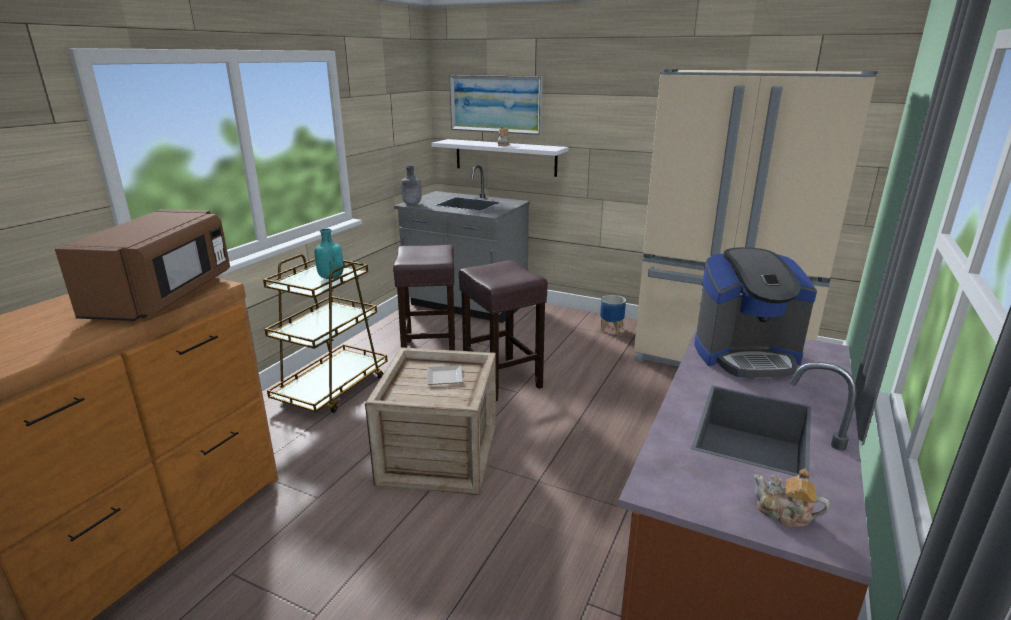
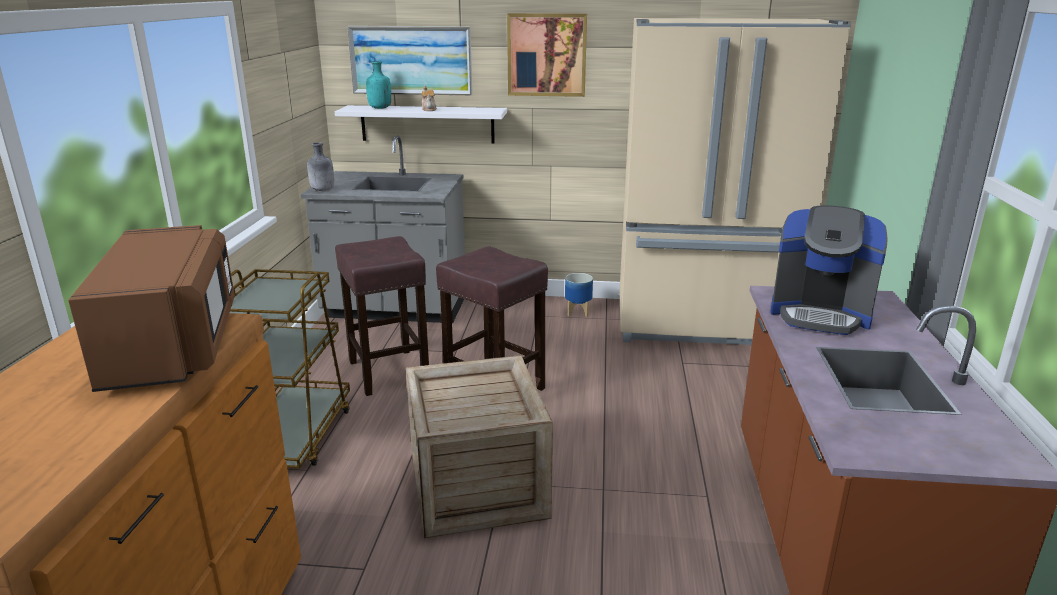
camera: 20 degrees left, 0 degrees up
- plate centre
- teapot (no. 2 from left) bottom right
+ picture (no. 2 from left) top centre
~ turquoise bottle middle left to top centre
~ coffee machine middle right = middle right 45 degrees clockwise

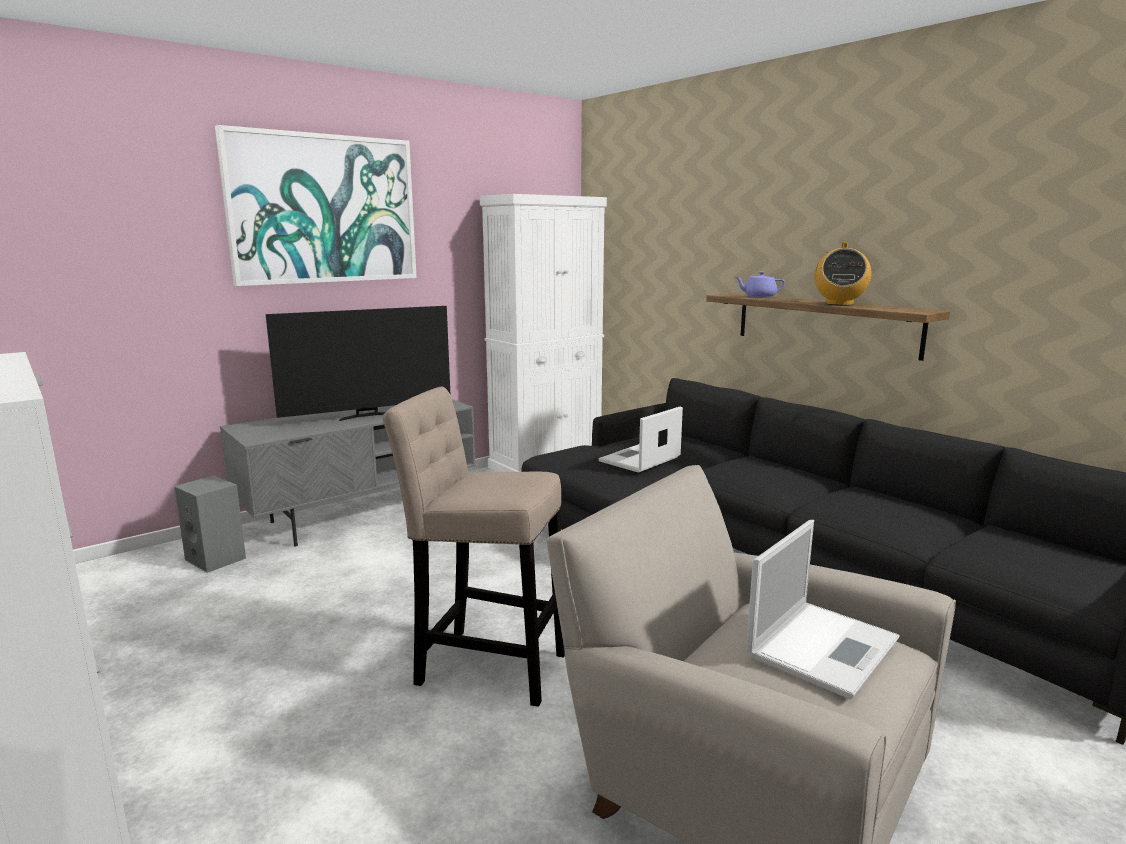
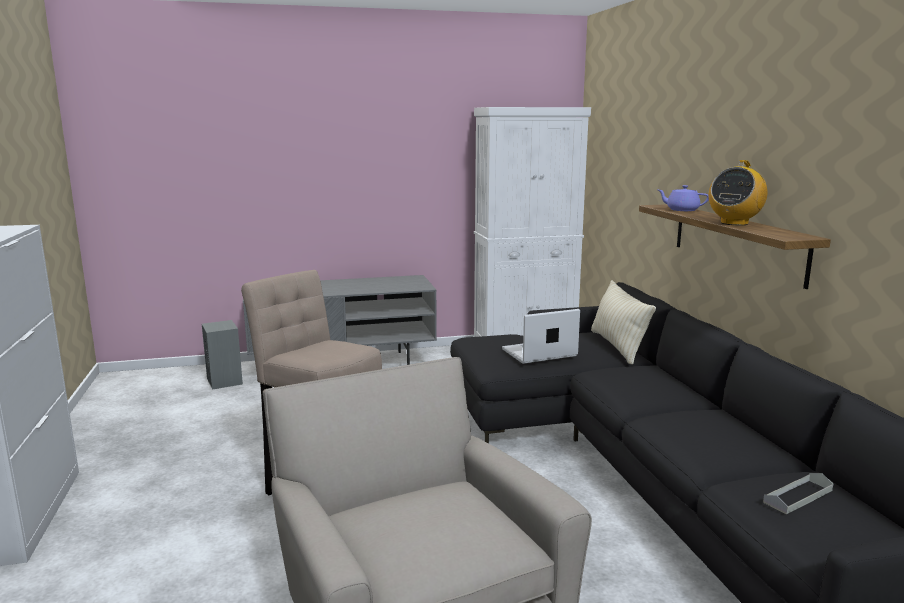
camera: 25 degrees right, 0 degrees up
- picture top left
- television middle left
- laptop (no. 2 from left) bottom right
+ beige pillow middle right
+ grey tray bottom right

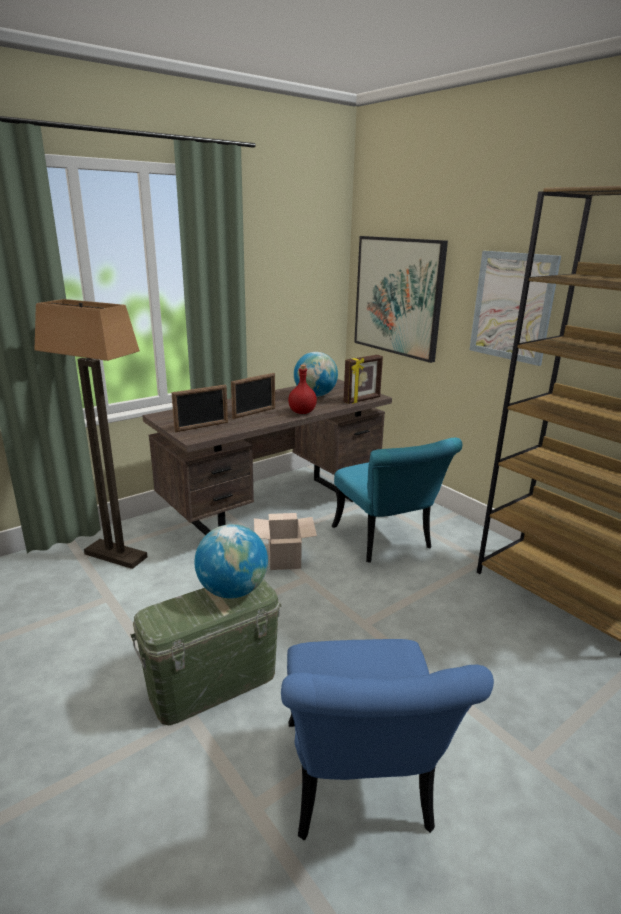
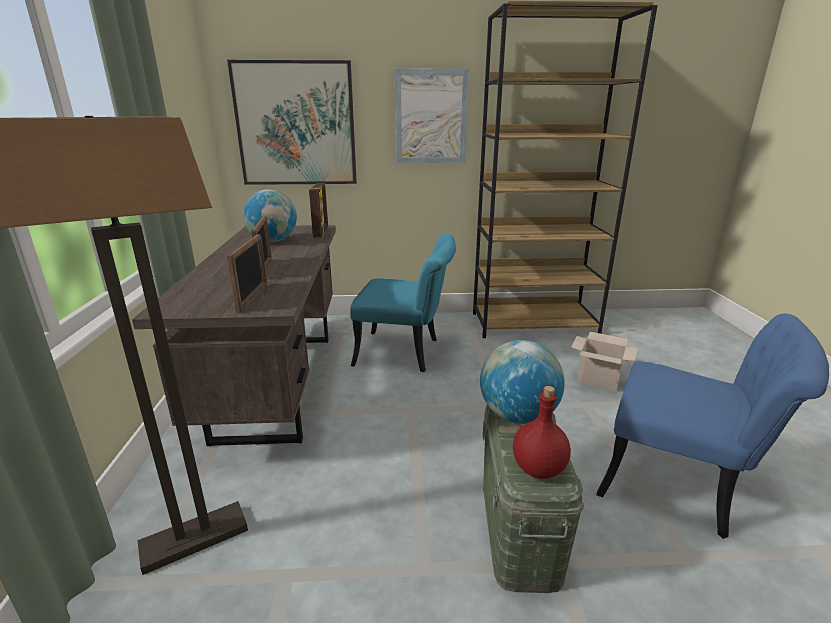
camera: 55 degrees left, 0 degrees up
~ cardboard box centre to middle right
~ red bottle centre to bottom centre

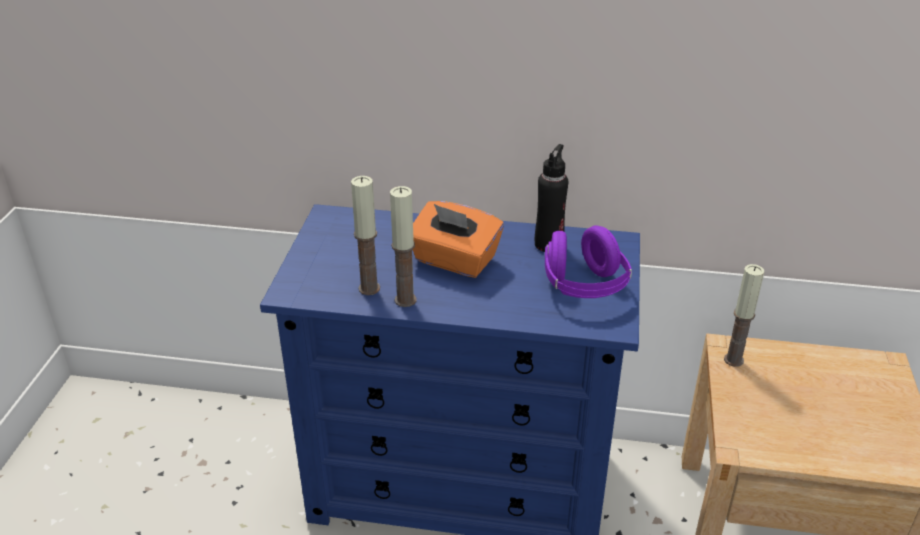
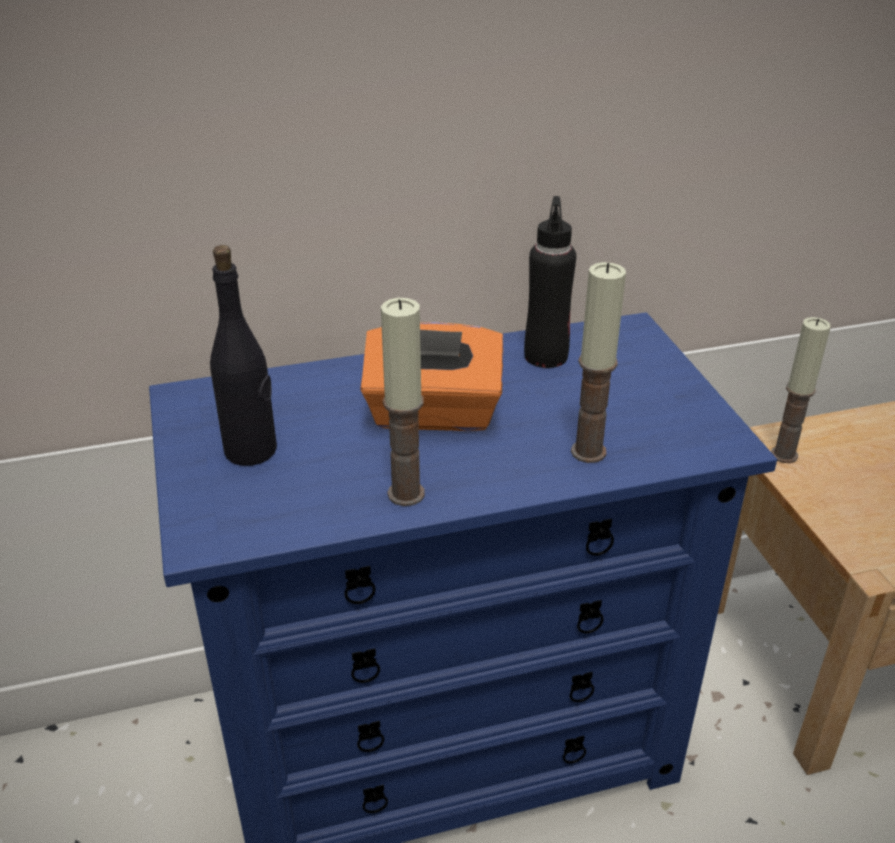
camera: 25 degrees left, 0 degrees up
- purple headphones centre
+ black bottle (no. 1 from left) middle left
~ candle (no. 1 from left in the first image) centre to candle (no. 2 from left) middle right

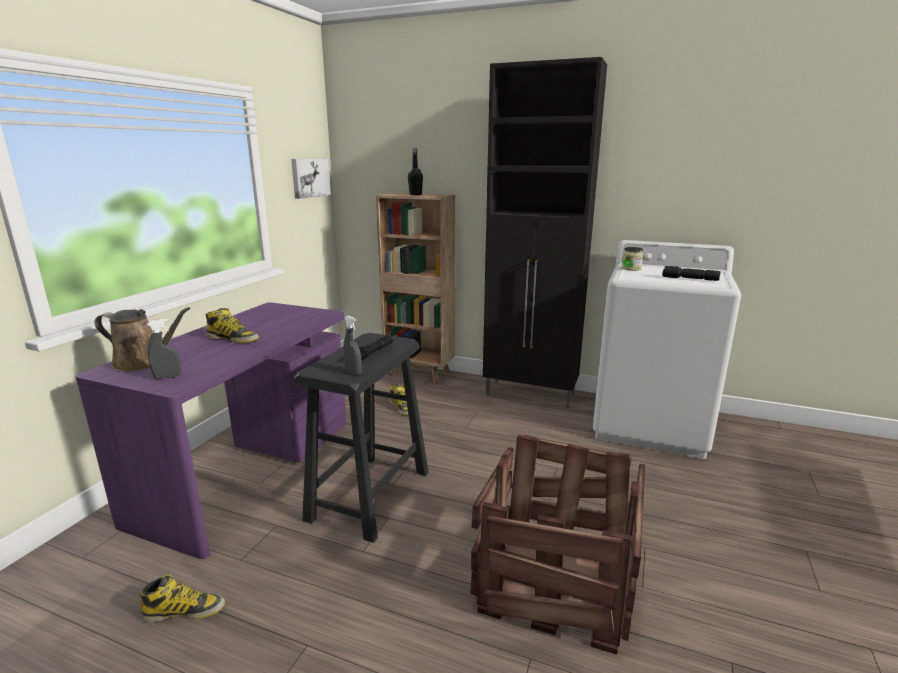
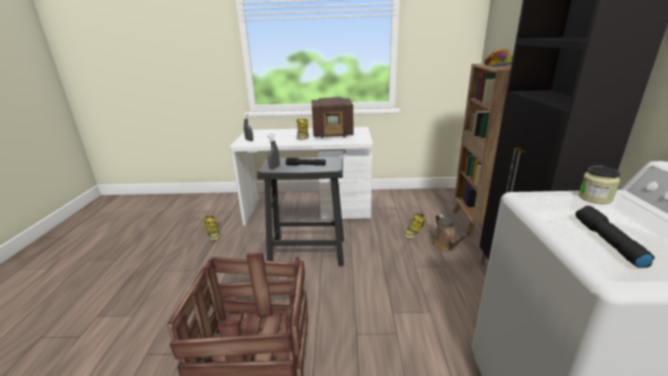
camera: 70 degrees right, 5 degrees up
- picture top centre
+ radio top centre
~ brown watering can middle left to middle right
~ black bottle top centre to cap top right
~ purple desk middle left to white desk centre

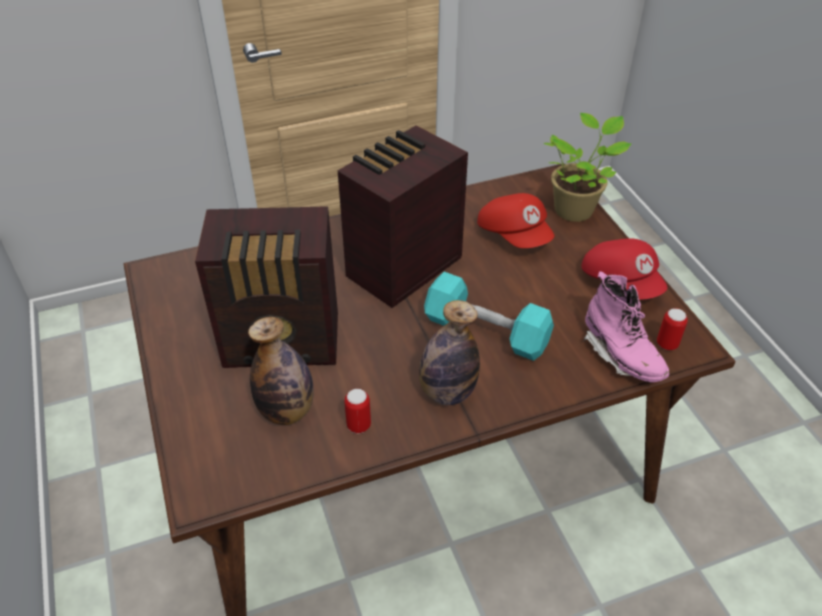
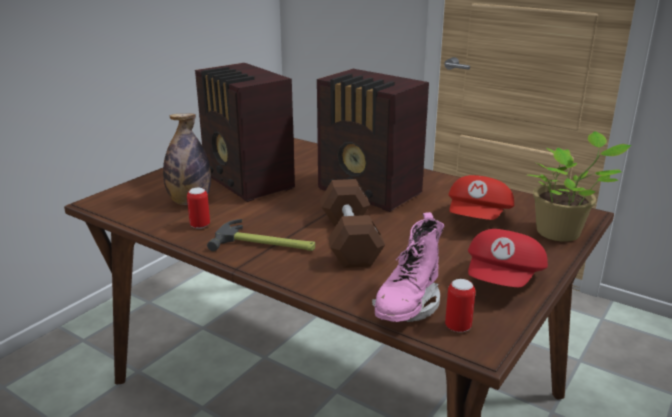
camera: 55 degrees right, 20 degrees down
~ bottle (no. 2 from left) centre to hammer centre
~ turquoise dumbbell centre to brown dumbbell centre
~ radio (no. 2 from left) centre = centre 150 degrees counterclockwise

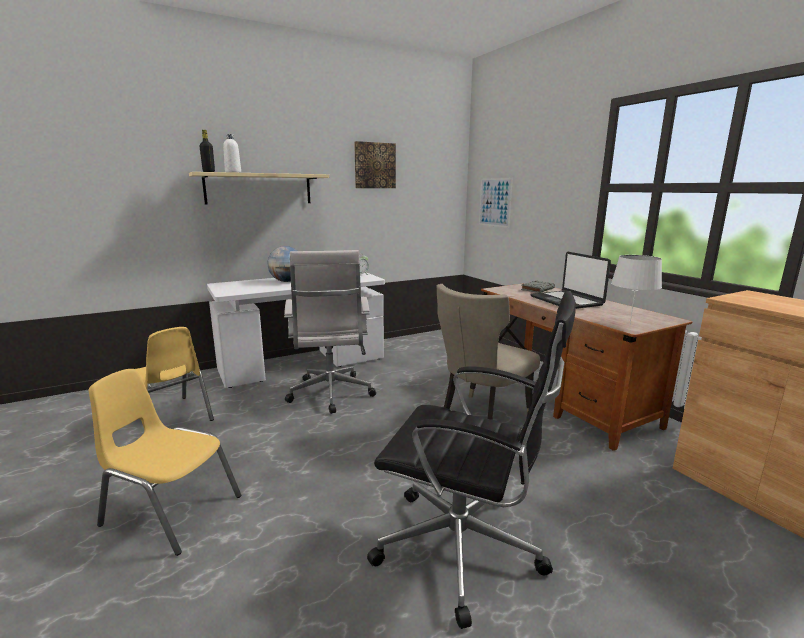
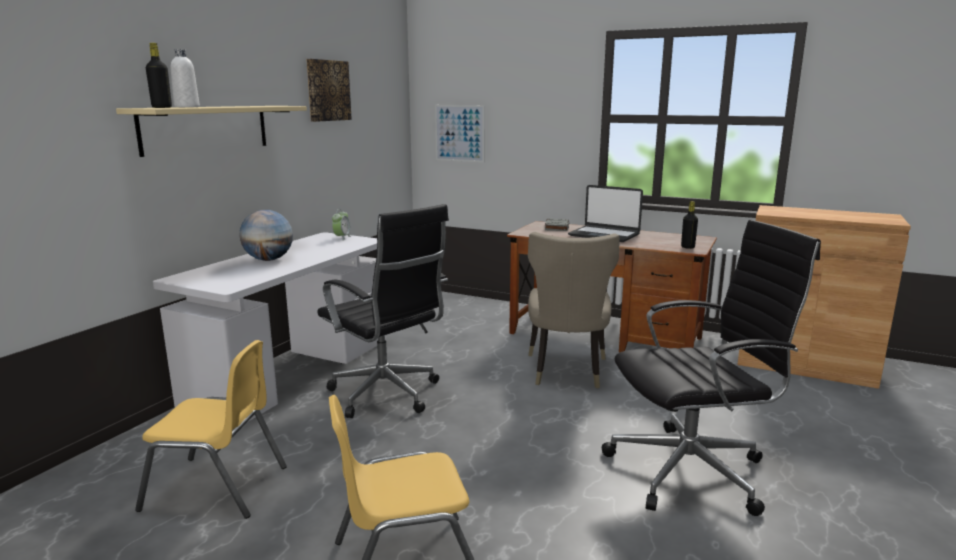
camera: 35 degrees left, 0 degrees up
~ white table lamp middle right to black bottle (no. 2 from left) middle right
~ white office chair centre to black office chair (no. 1 from left) centre

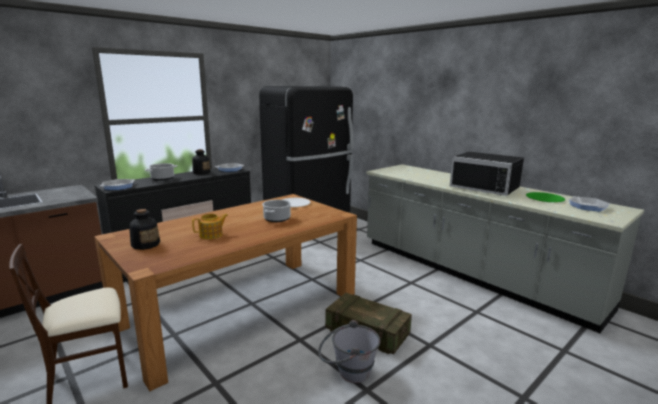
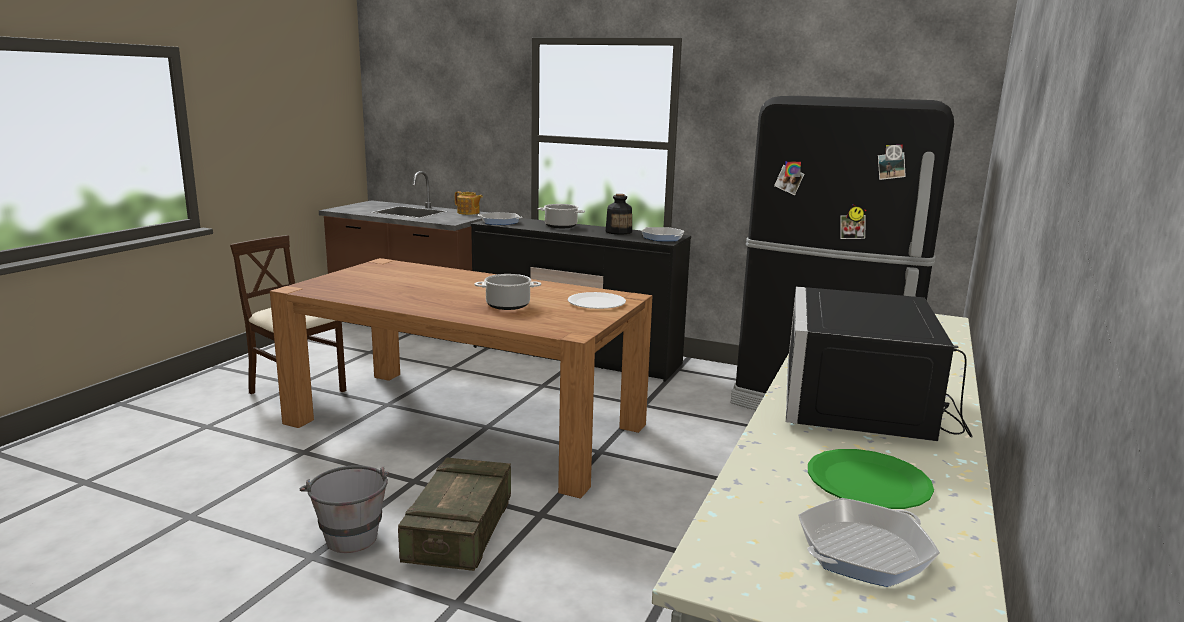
camera: 65 degrees right, 0 degrees up
- bottle (no. 1 from left) middle left
~ teapot middle left to top centre

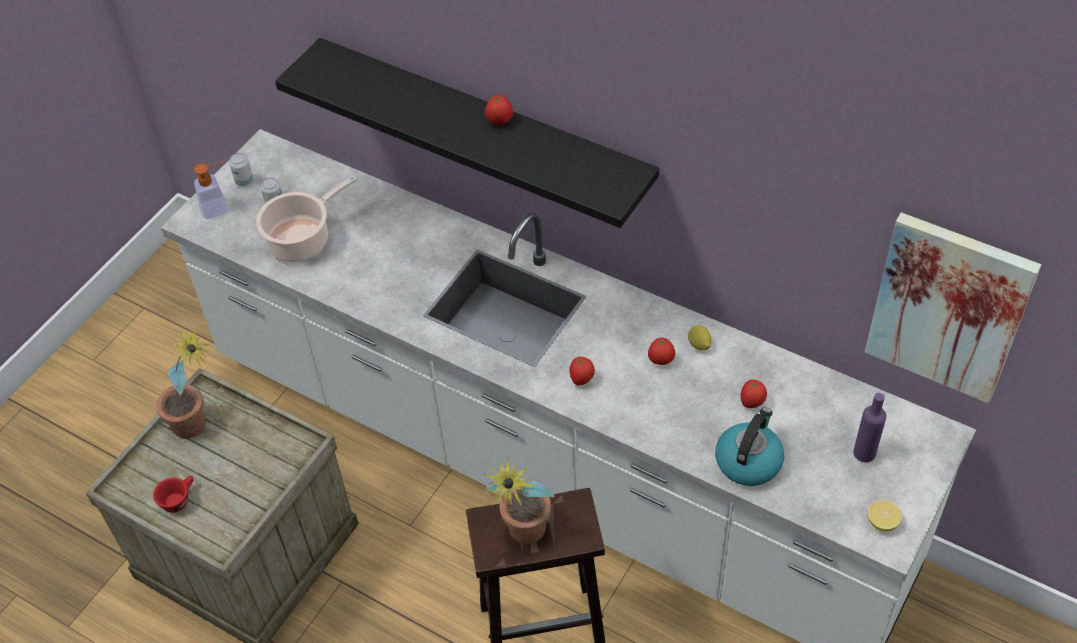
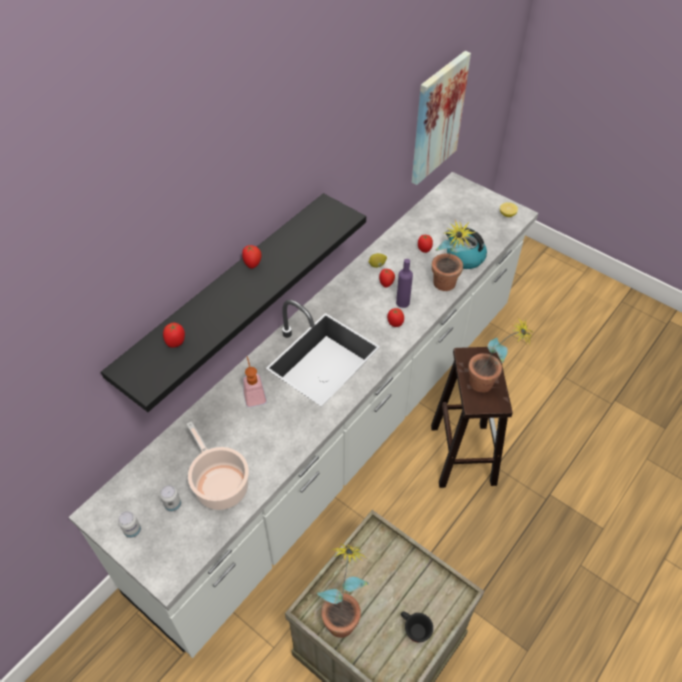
camera: 85 degrees left, 0 degrees up
+ tomato (no. 1 from left) middle left
+ potted plant (no. 2 from left) centre
~ soap dispenser top left to centre
~ purple bottle middle right to centre
~ red cup bottom left to black cup bottom centre

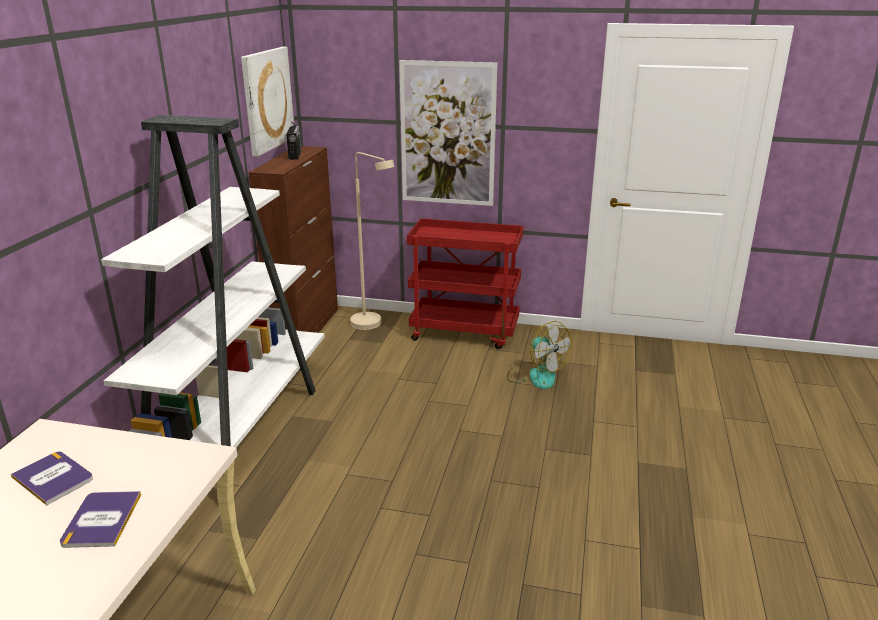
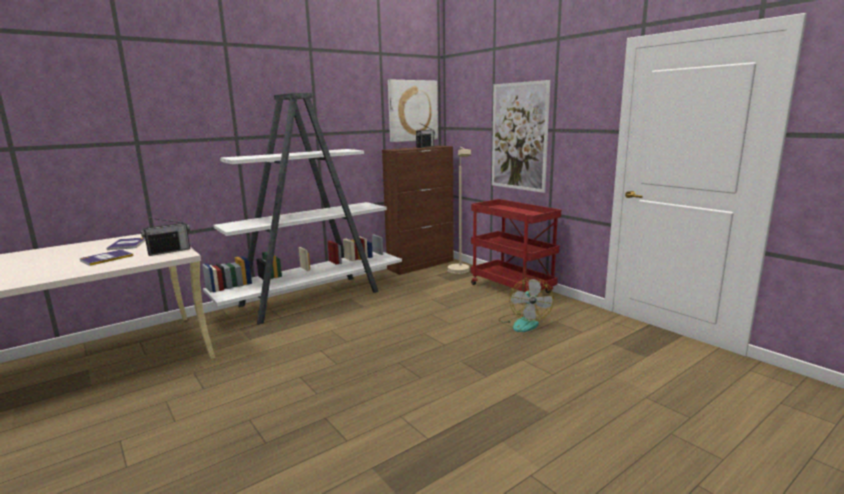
camera: 40 degrees right, 10 degrees down
+ radio (no. 1 from left) middle left

